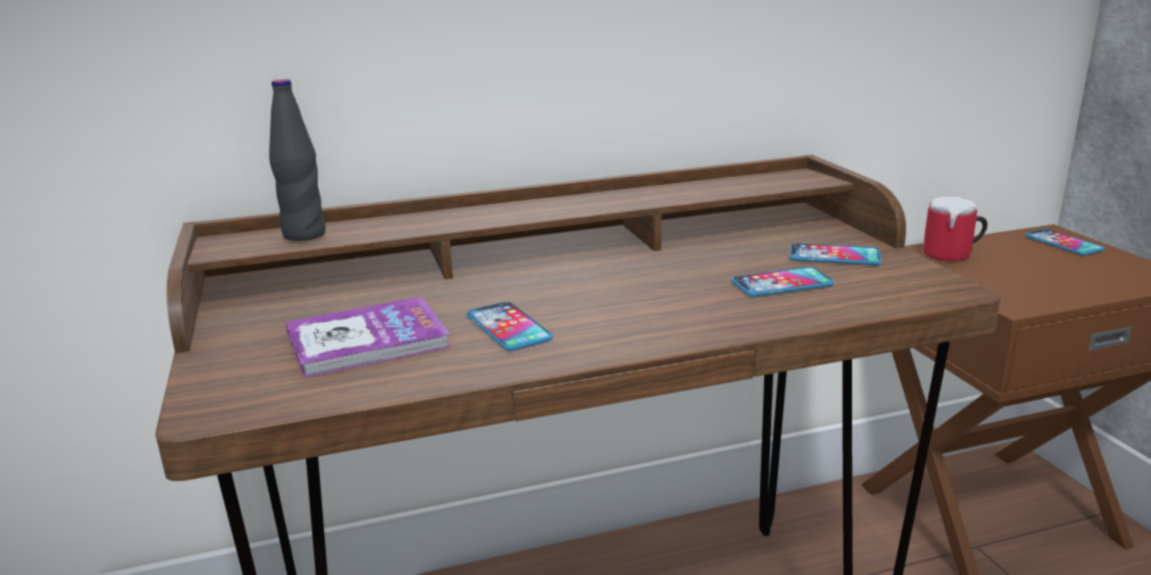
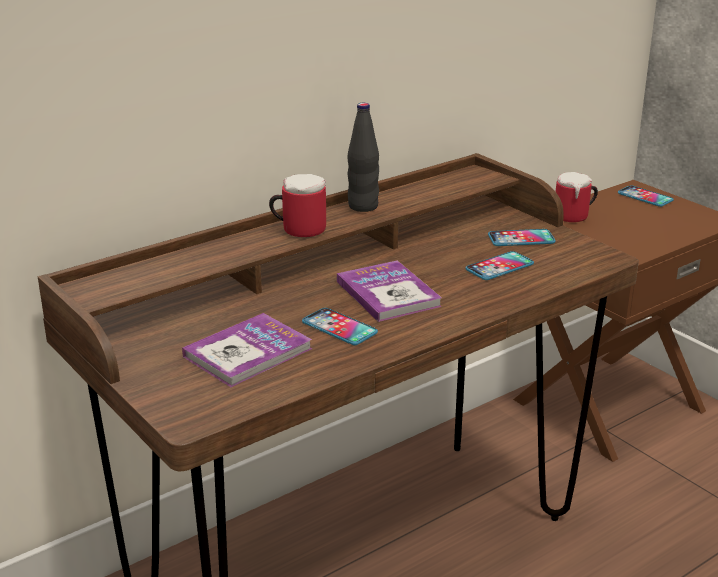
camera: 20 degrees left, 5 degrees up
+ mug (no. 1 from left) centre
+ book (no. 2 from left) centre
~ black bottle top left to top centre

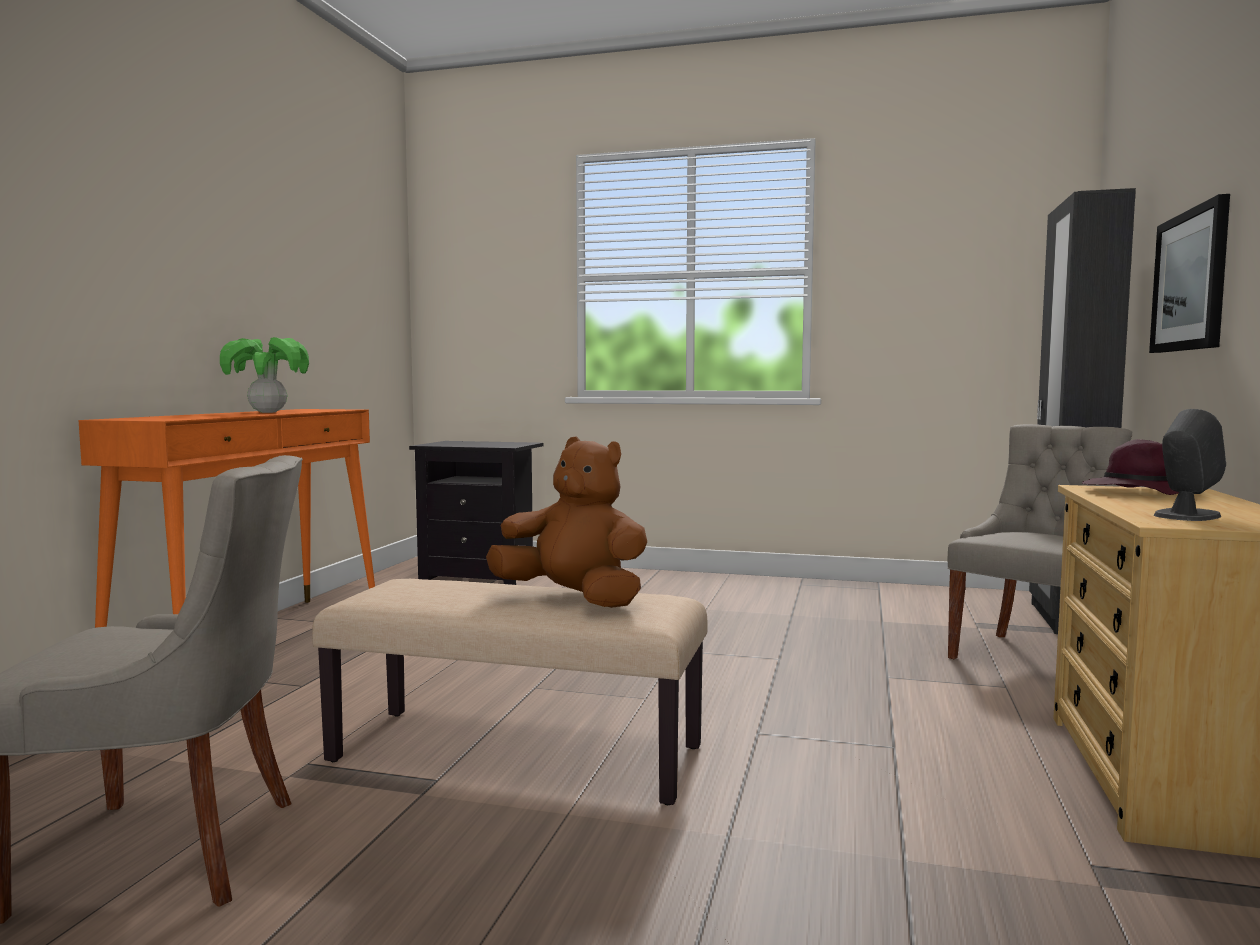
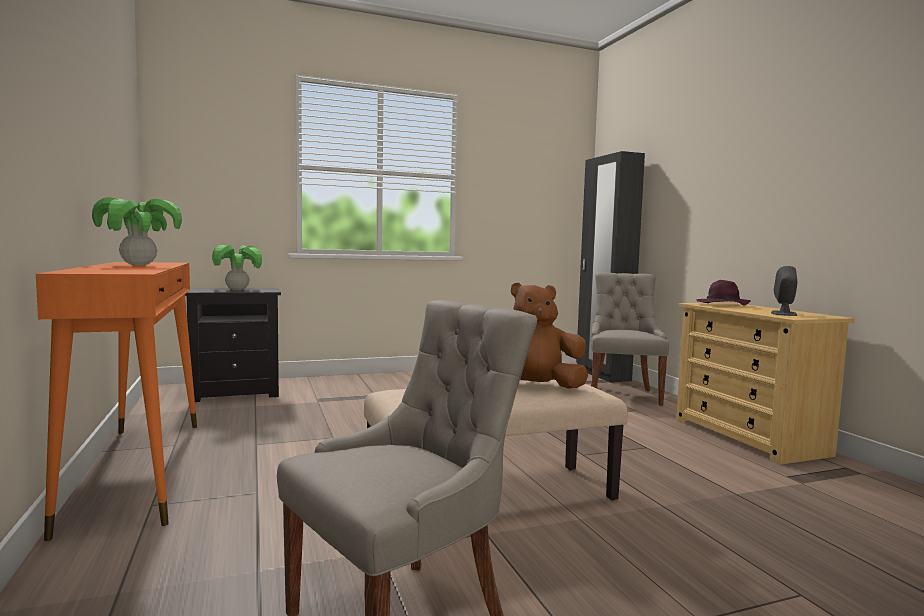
camera: 35 degrees left, 0 degrees up
- picture top right
+ potted plant (no. 2 from left) middle left

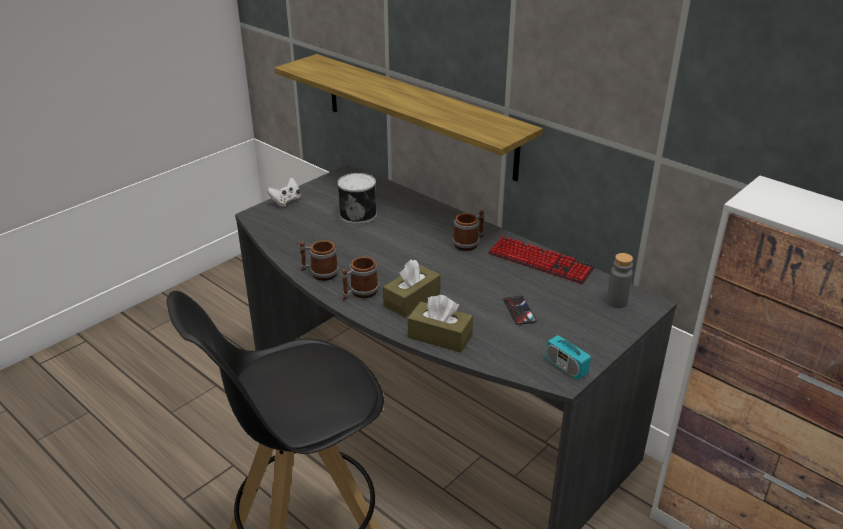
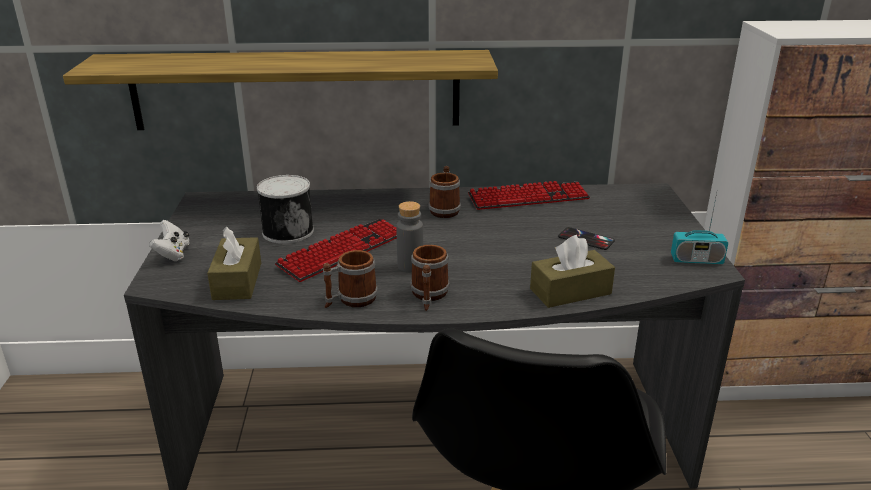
camera: 45 degrees left, 5 degrees down
+ keyboard (no. 1 from left) centre
~ brown tissue box (no. 1 from left) centre to middle left
~ grey bottle middle right to centre

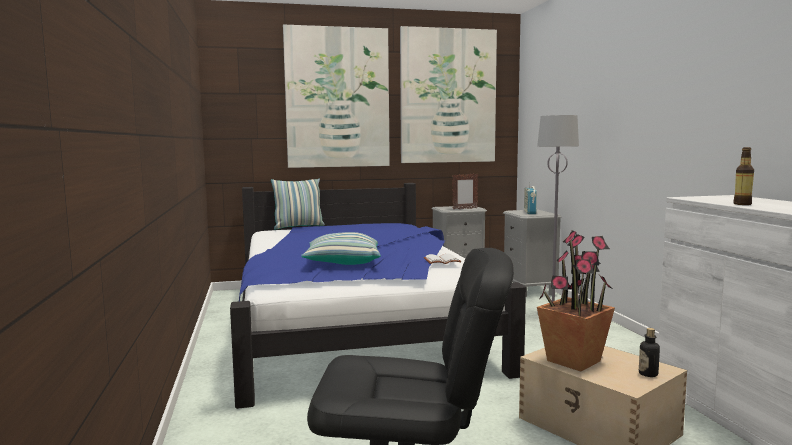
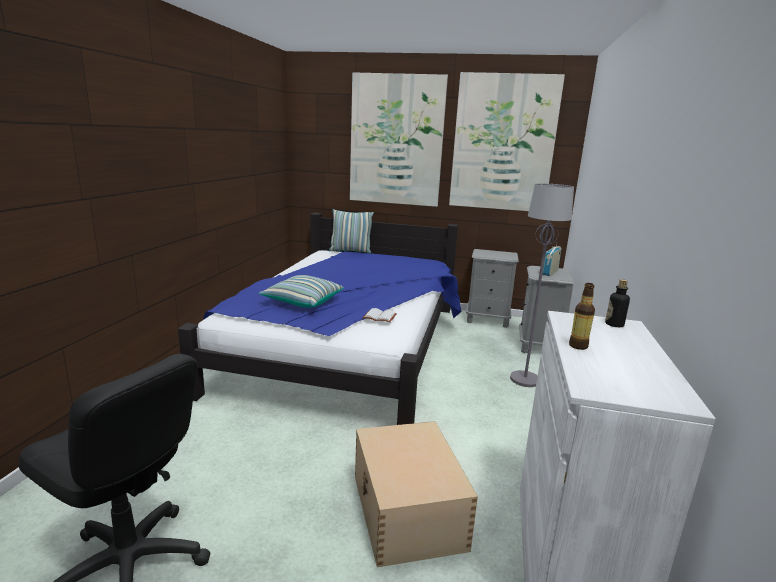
camera: 25 degrees right, 10 degrees up
- picture frame centre
- potted plant bottom right
~ bottle (no. 1 from left in the first image) bottom right to bottle (no. 2 from left) middle right

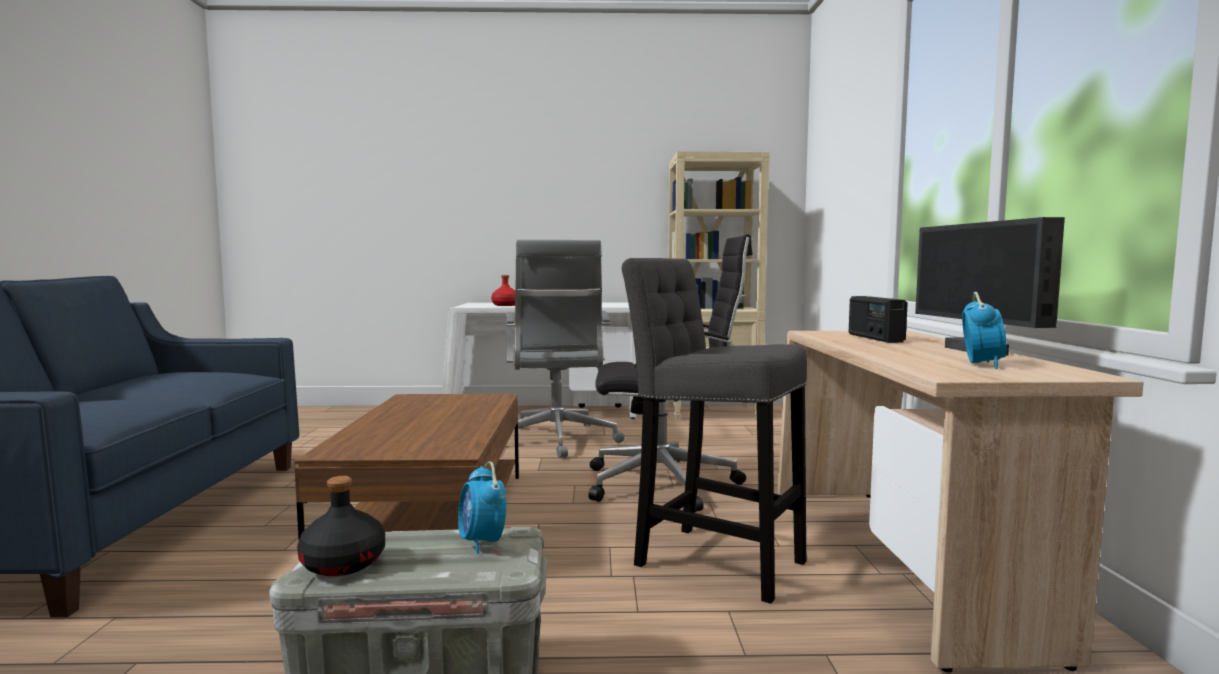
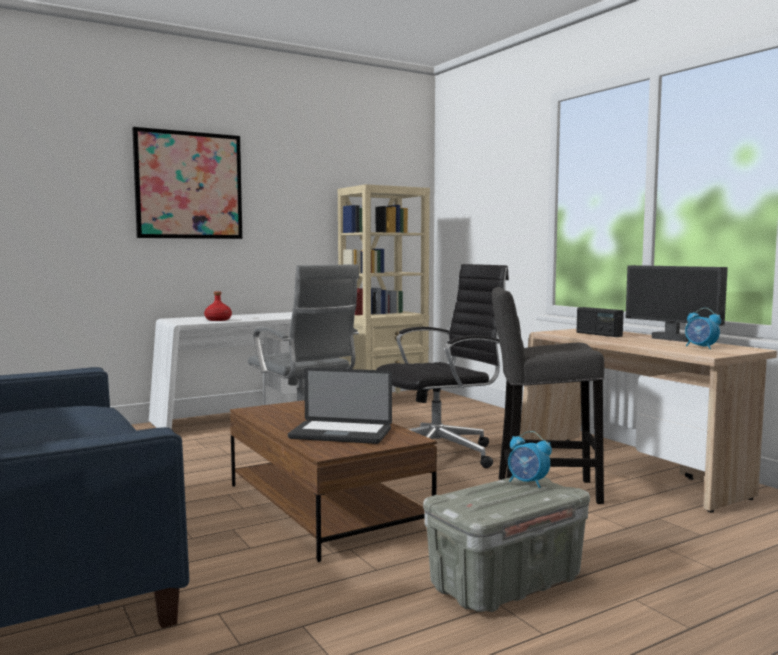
camera: 30 degrees left, 0 degrees up
- black bottle bottom left
+ picture top left
+ laptop centre
~ alarm clock (no. 2 from left) middle right = middle right 150 degrees clockwise

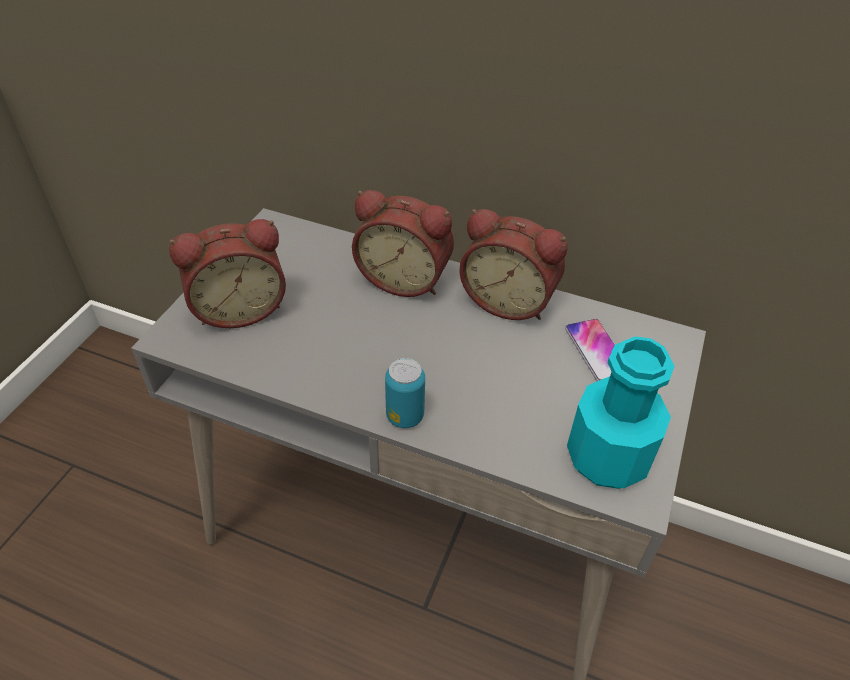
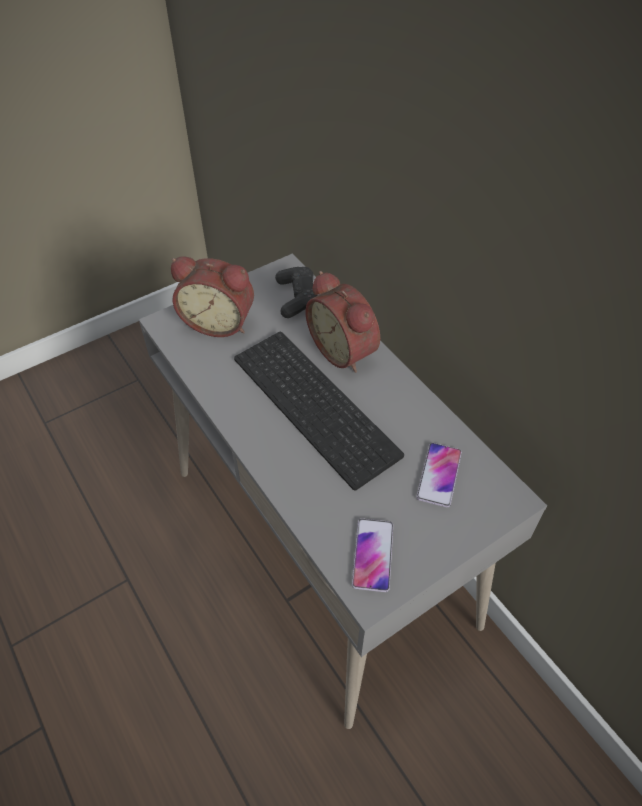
camera: 35 degrees right, 5 degrees up
- can centre
- alarm clock (no. 3 from left) centre
+ keyboard centre
+ black game controller centre
~ turquoise bottle middle right to phone (no. 1 from left) bottom centre

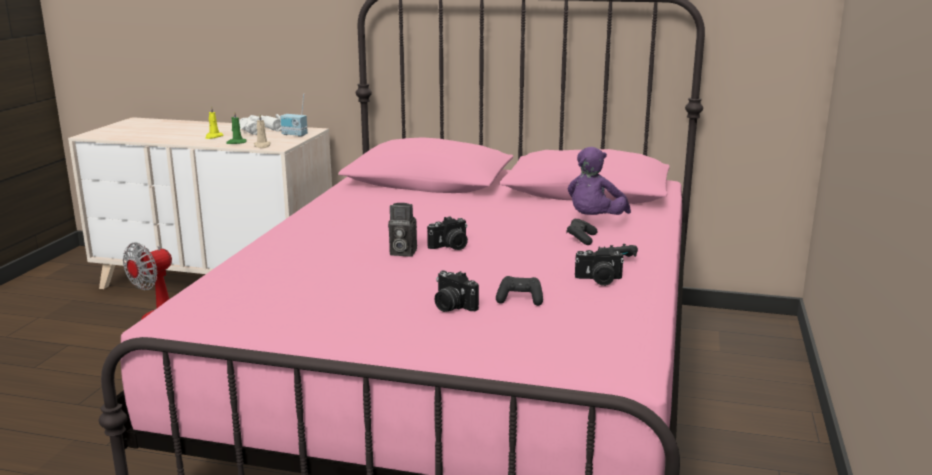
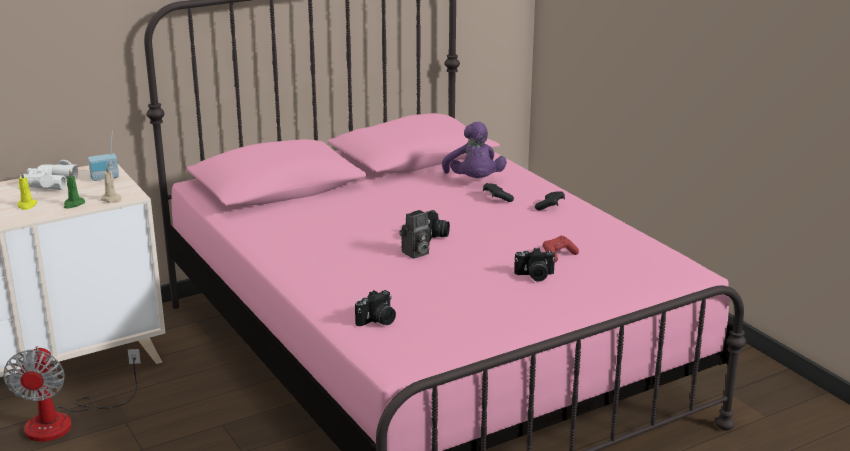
camera: 45 degrees left, 5 degrees up
~ photo camera (no. 4 from left in the first image) centre to photo camera (no. 1 from left) bottom centre
~ black game controller (no. 1 from left) centre to red game controller centre

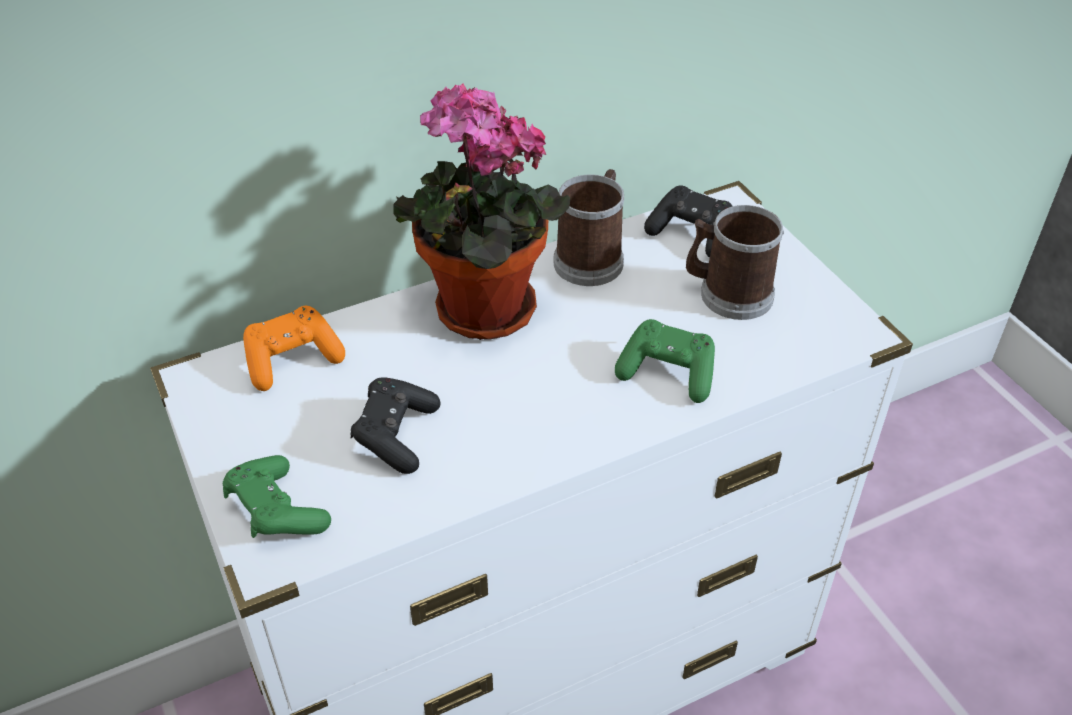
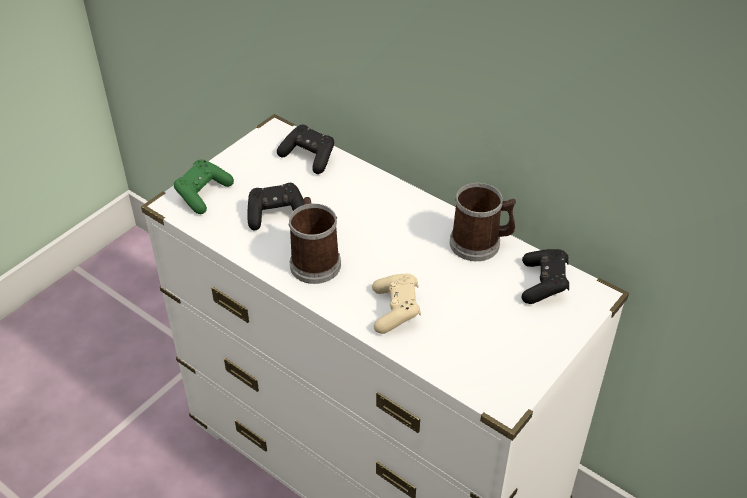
camera: 65 degrees right, 0 degrees up
- potted plant top centre
~ mug (no. 2 from left in the first image) middle right to mug (no. 1 from left) centre
~ orange game controller middle left to black game controller (no. 2 from left) top centre
~ green game controller (no. 2 from left) centre to beige game controller centre

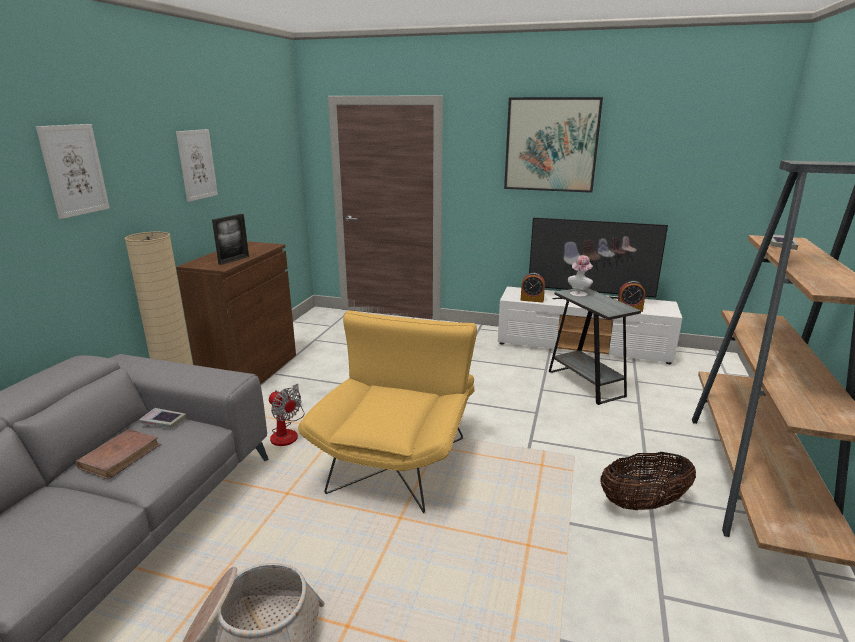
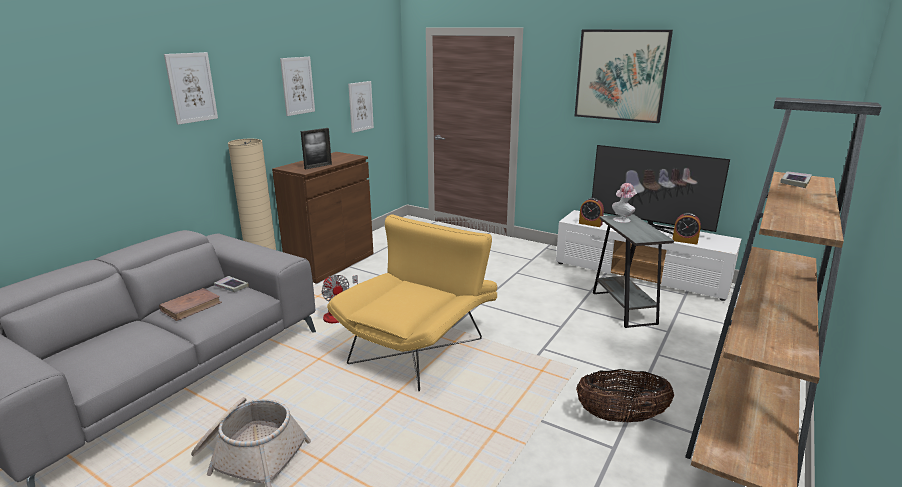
camera: 15 degrees right, 0 degrees up
+ picture (no. 3 from left) top centre

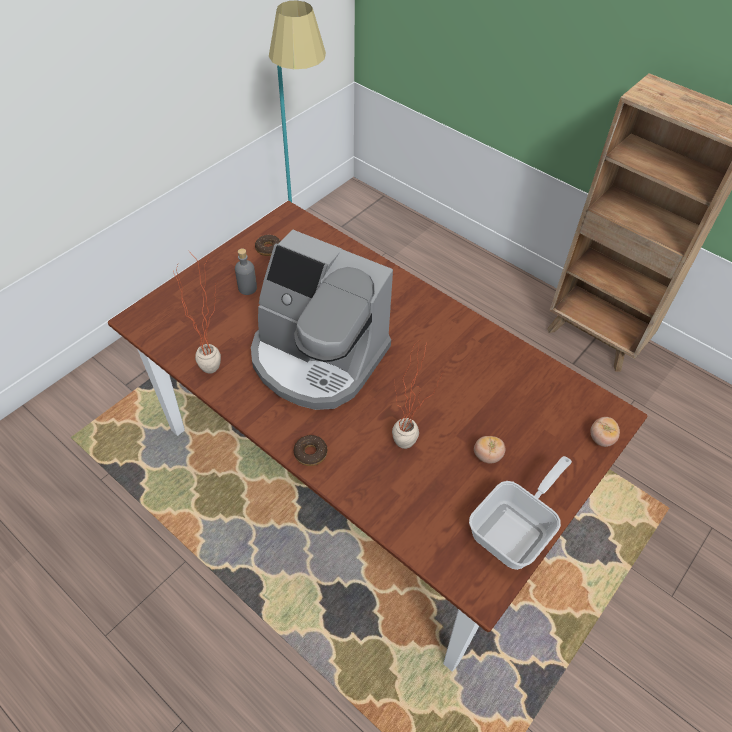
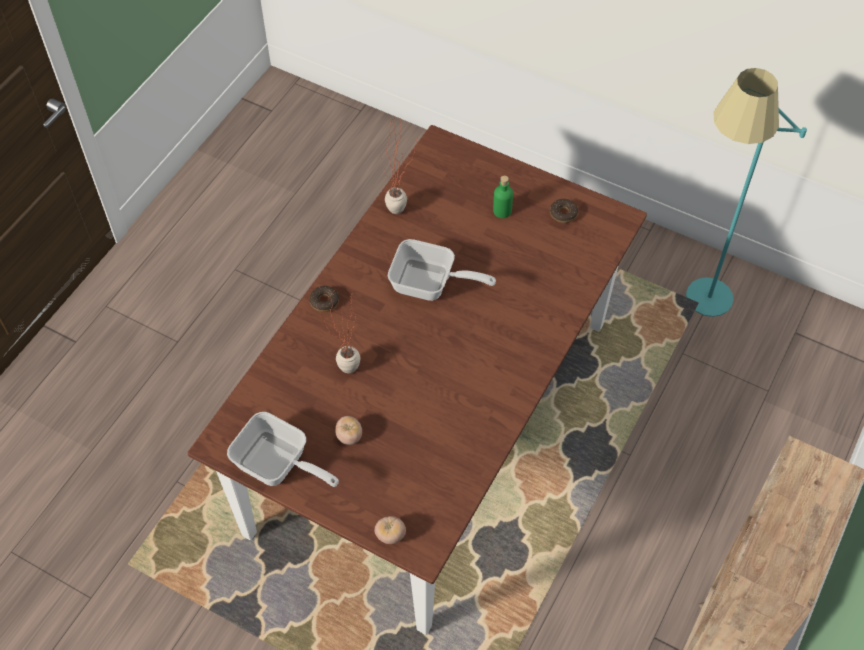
camera: 80 degrees right, 5 degrees up
~ coffee machine centre to frying pan (no. 2 from left) centre
~ grey bottle centre to green bottle top centre

